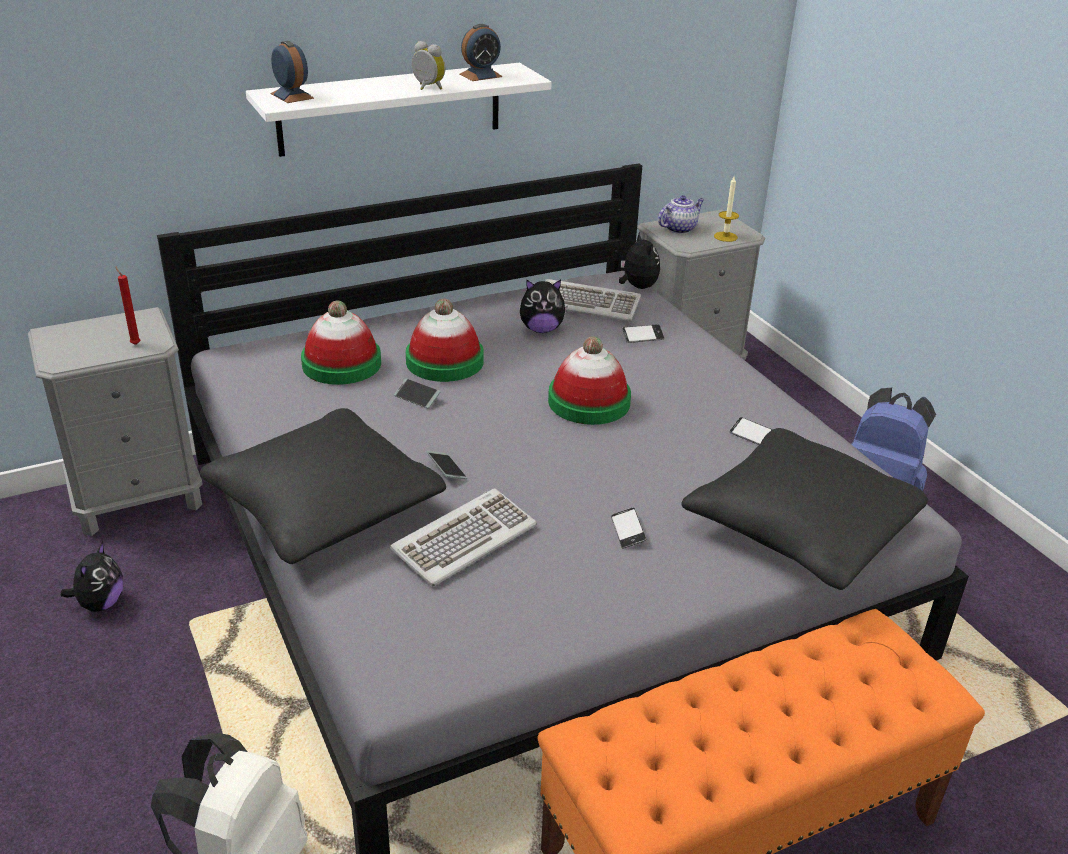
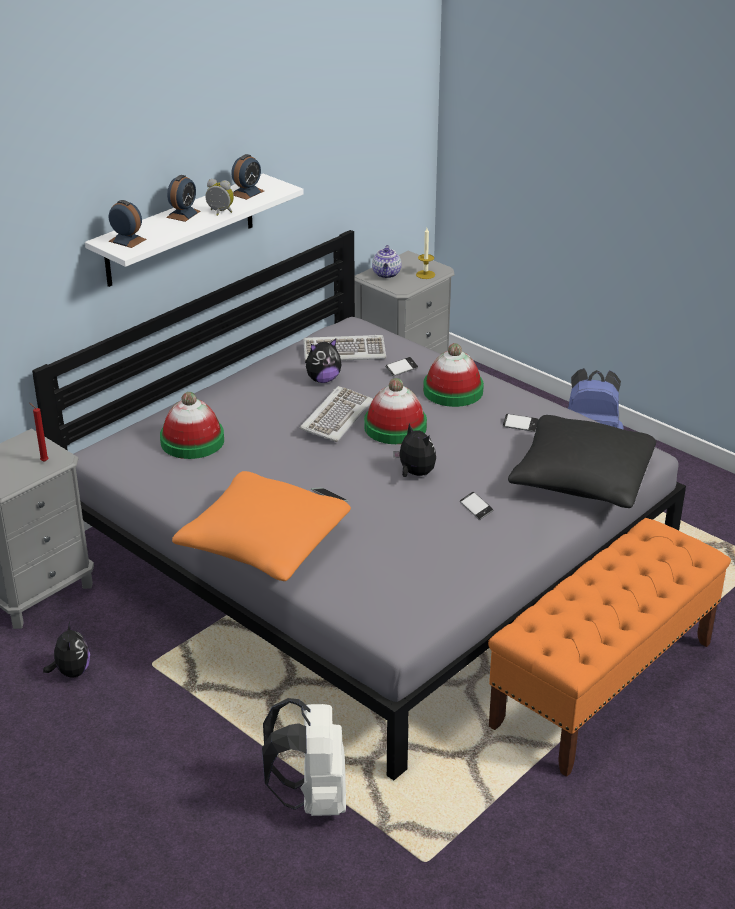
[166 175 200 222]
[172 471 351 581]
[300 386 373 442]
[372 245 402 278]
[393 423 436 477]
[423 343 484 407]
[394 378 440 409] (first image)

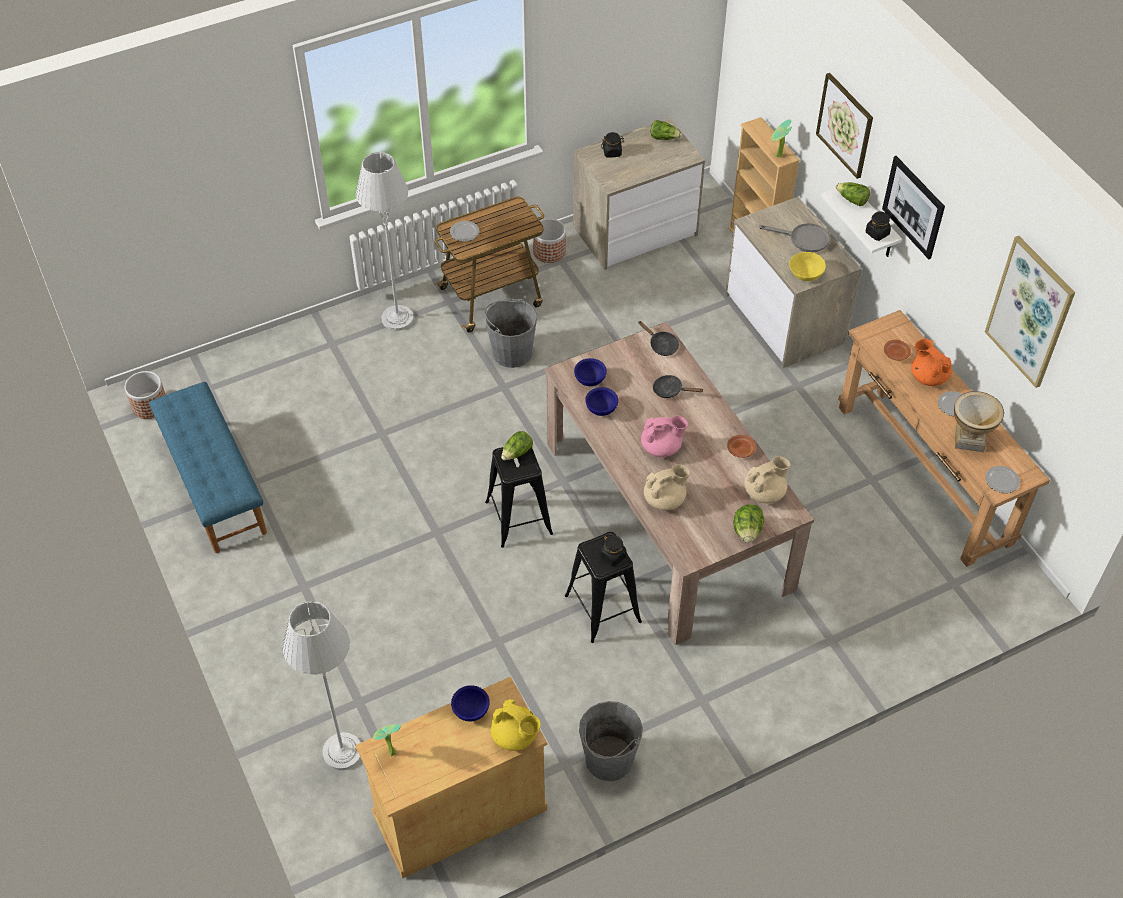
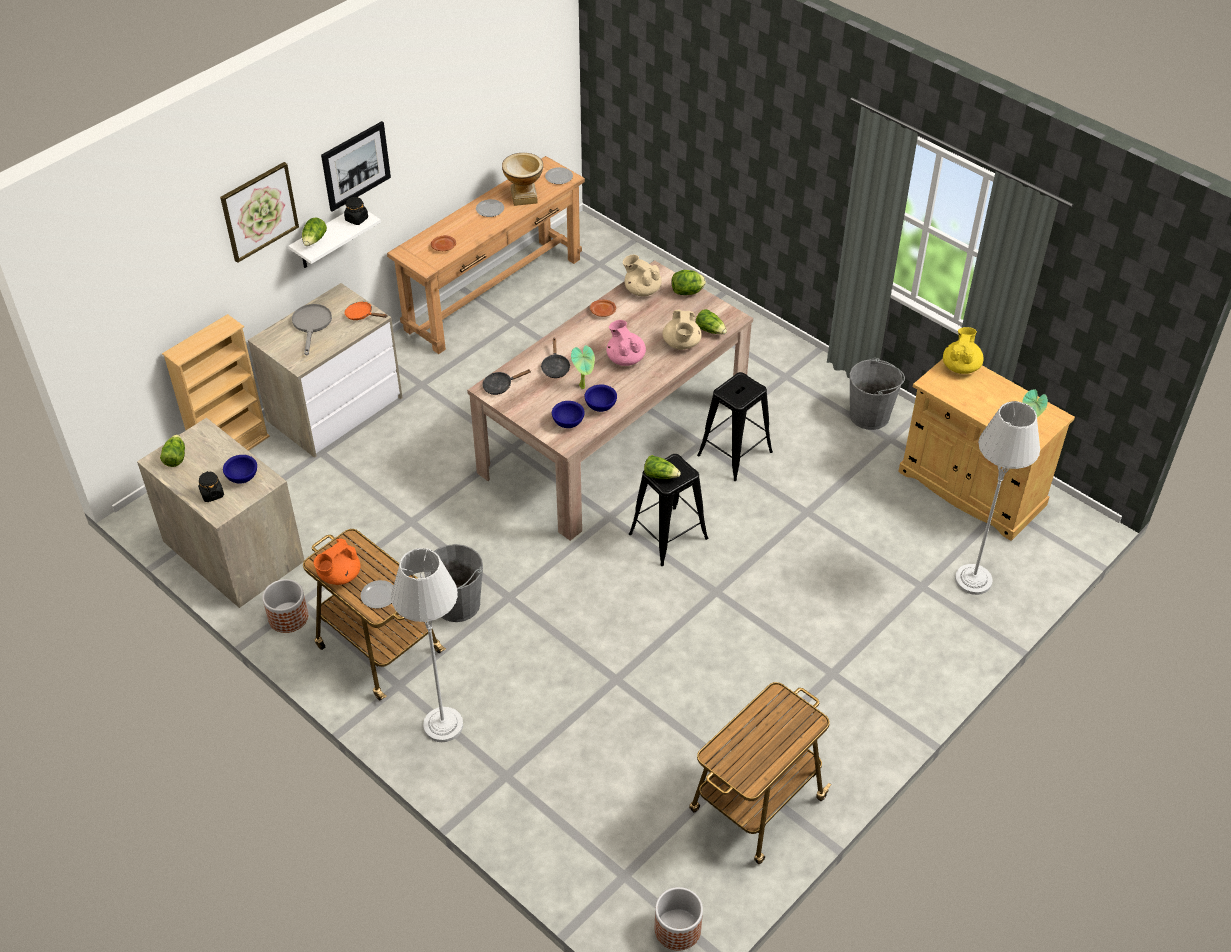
[223 455 257 484]
[314 538 360 585]
[345 302 388 320]
[482 369 531 395]
[571 345 595 389]
[662 309 701 350]
[689 682 831 864]
[696 309 727 334]
[600 535 626 566] (first image)
[985 236 1075 388] (first image)

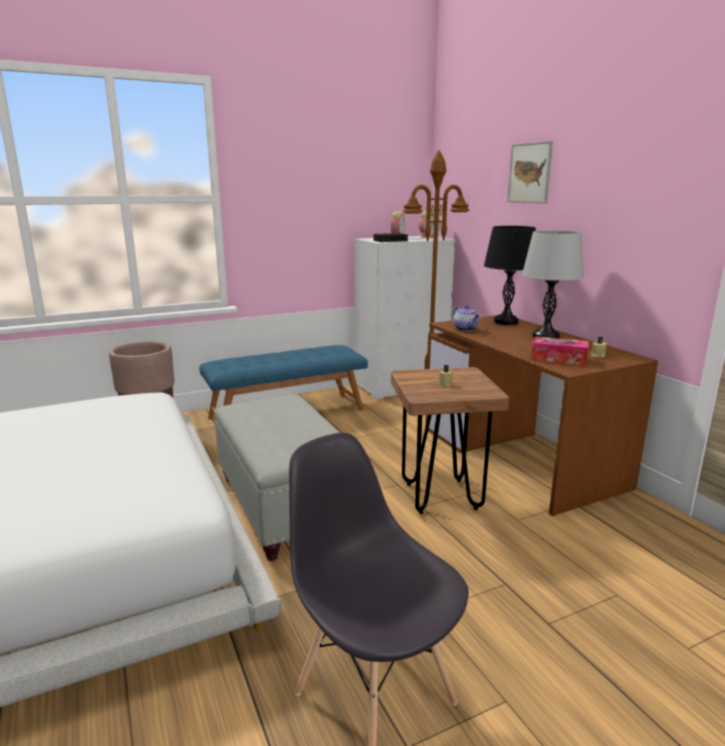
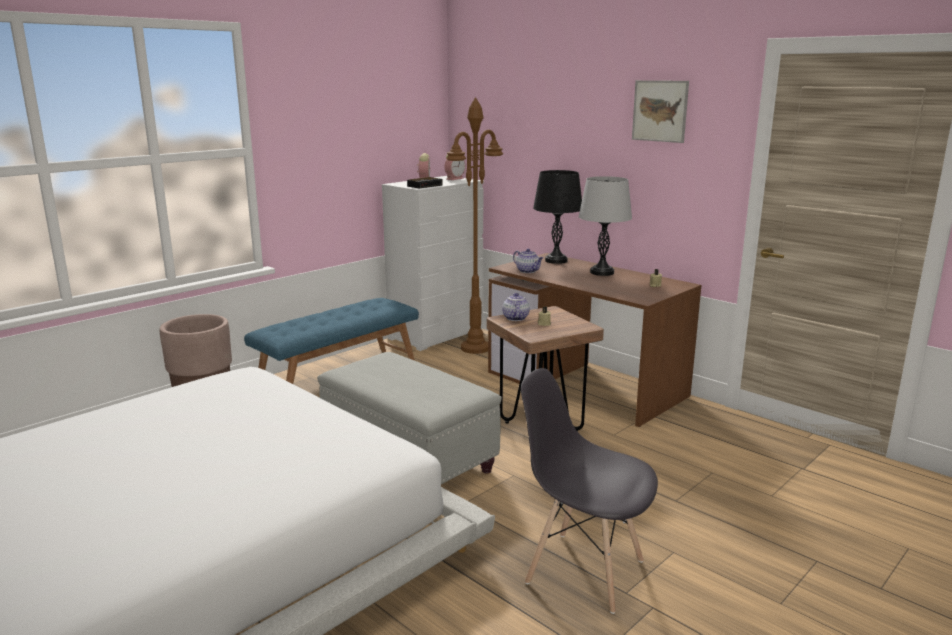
[502 293 530 321]
[632 80 689 143]
[531 336 589 366] (first image)

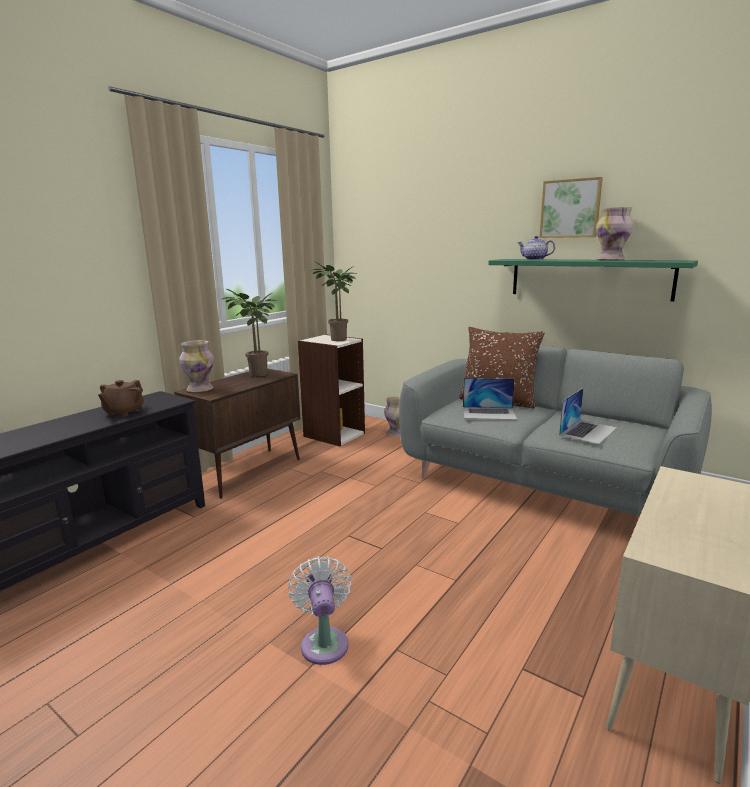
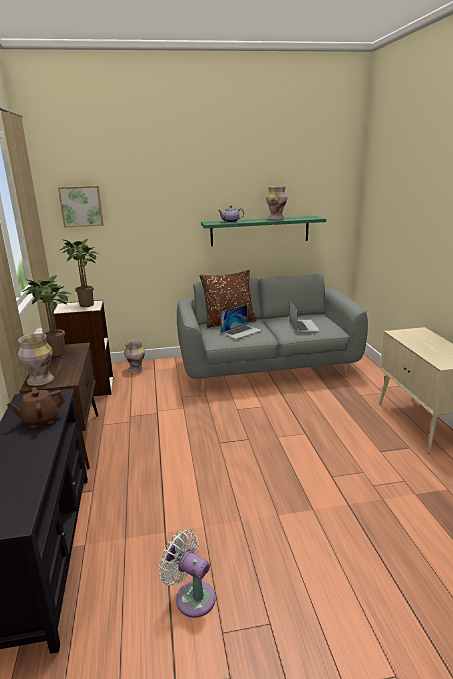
[7 387 65 428]
[58 186 103 228]
[159 529 216 618]

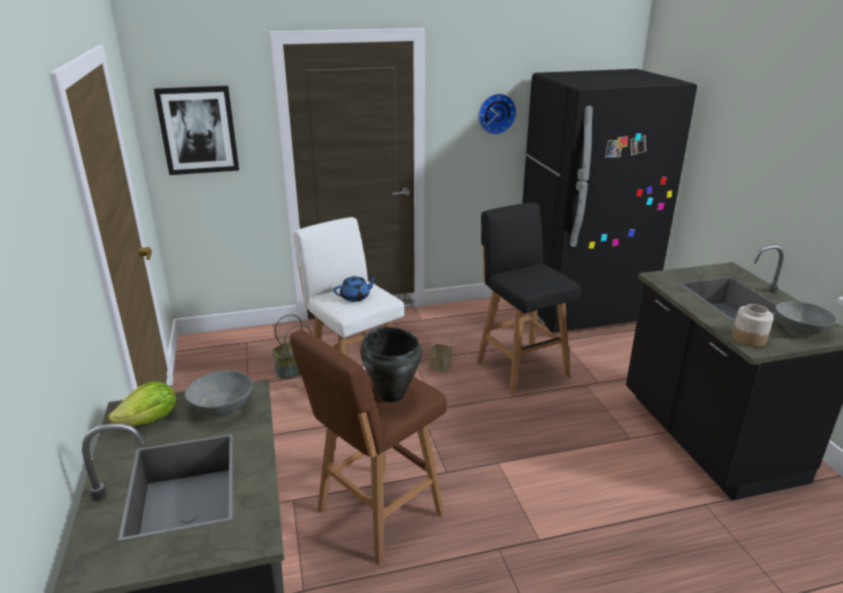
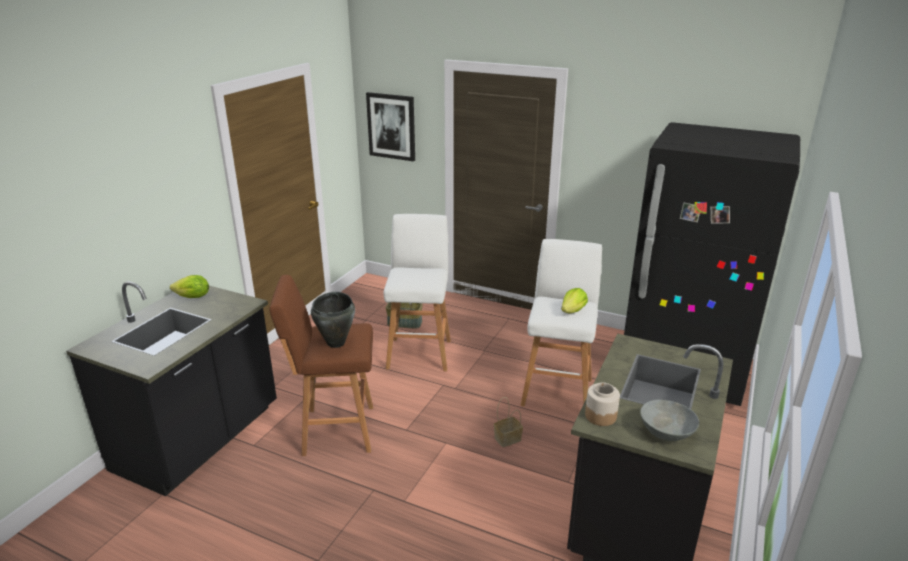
[494 397 523 447]
[520 239 602 406]
[561 288 588 313]
[185 370 253 417] (first image)
[334 276 378 302] (first image)
[478 93 517 135] (first image)

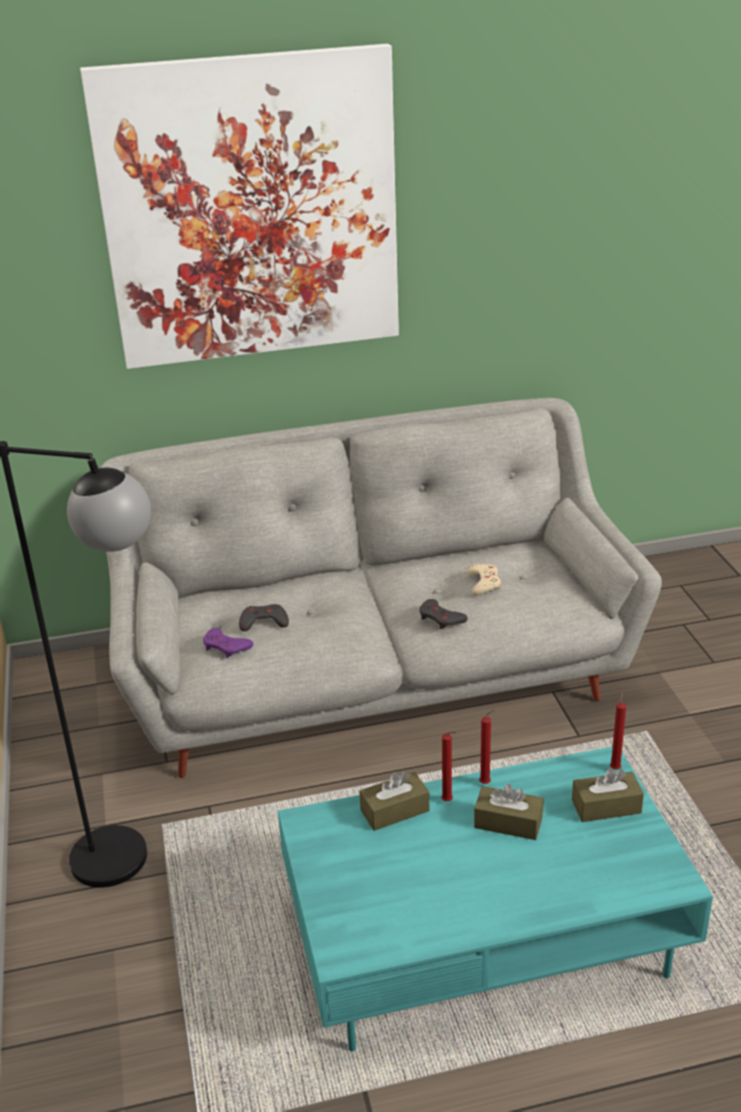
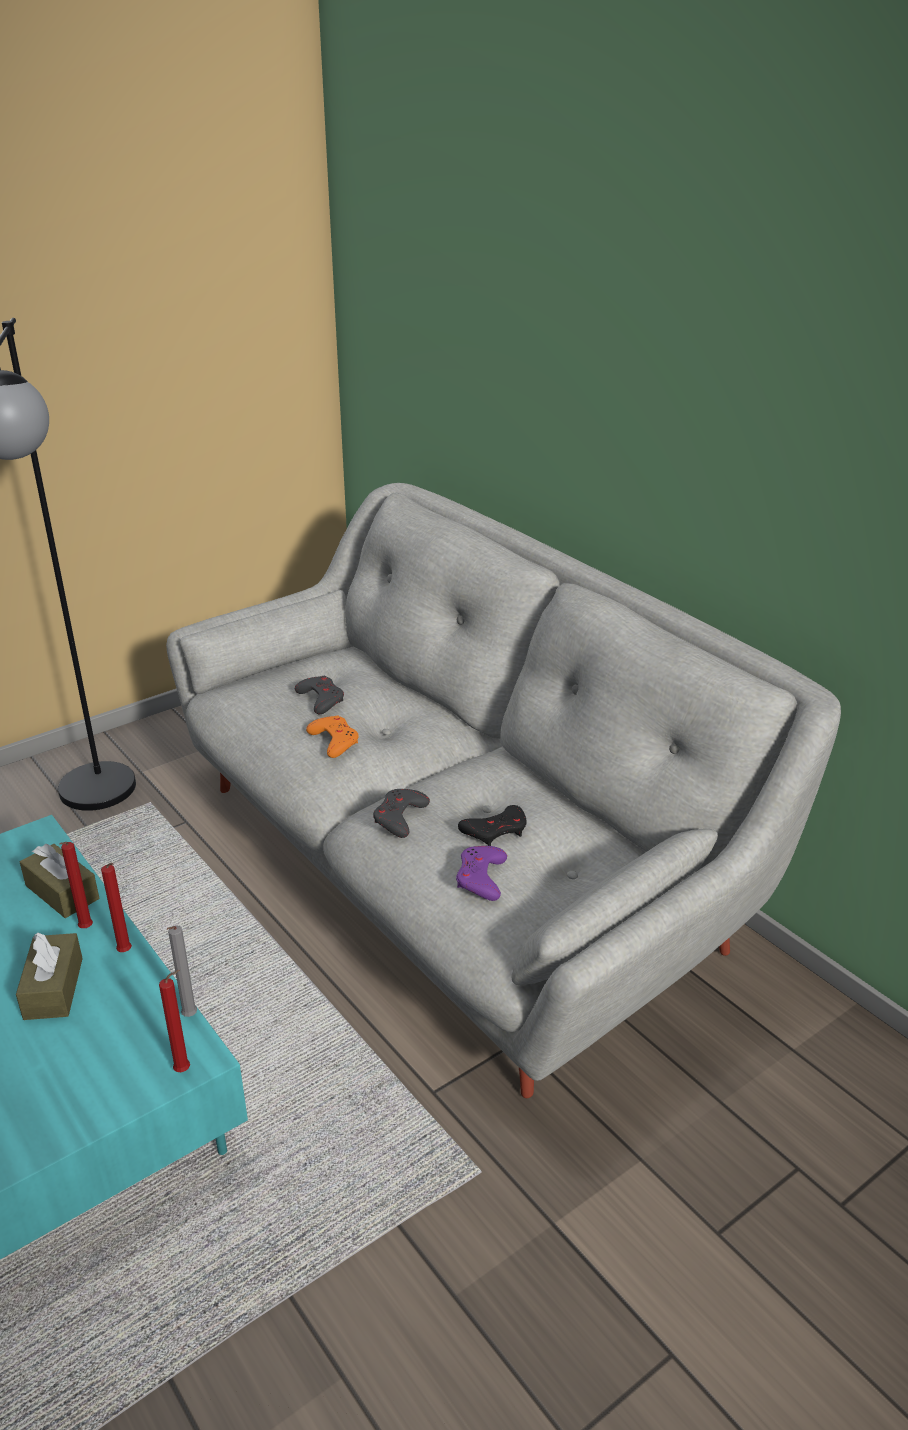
[167 926 197 1017]
[306 716 359 758]
[456 846 507 901]
[458 805 527 846]
[80 44 399 369] (first image)
[572 768 644 822] (first image)

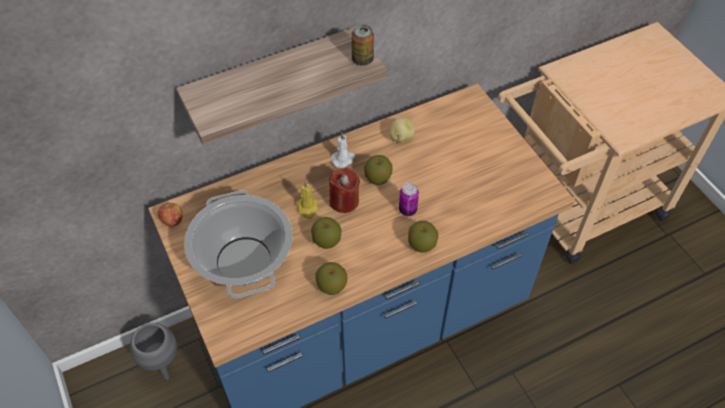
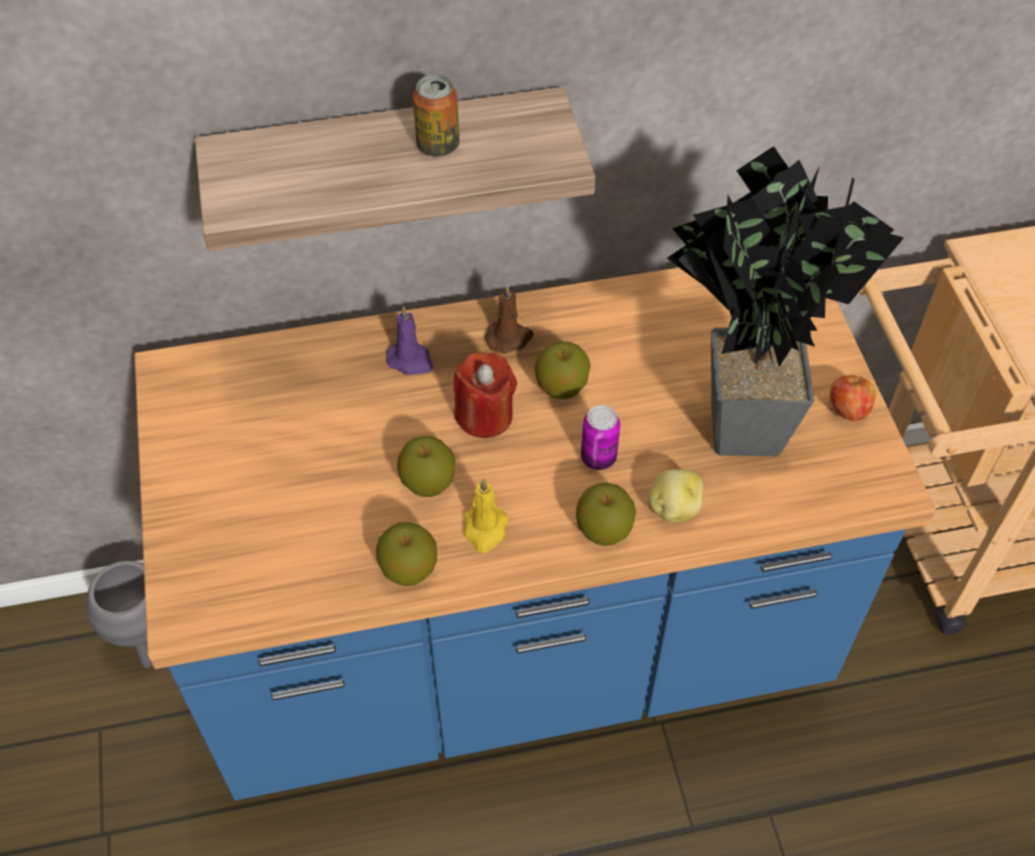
[386 306 433 375]
[413 74 459 157]
[464 478 509 553]
[485 284 533 353]
[649 469 703 523]
[667 146 904 456]
[830 375 876 421]
[184 190 293 298] (first image)

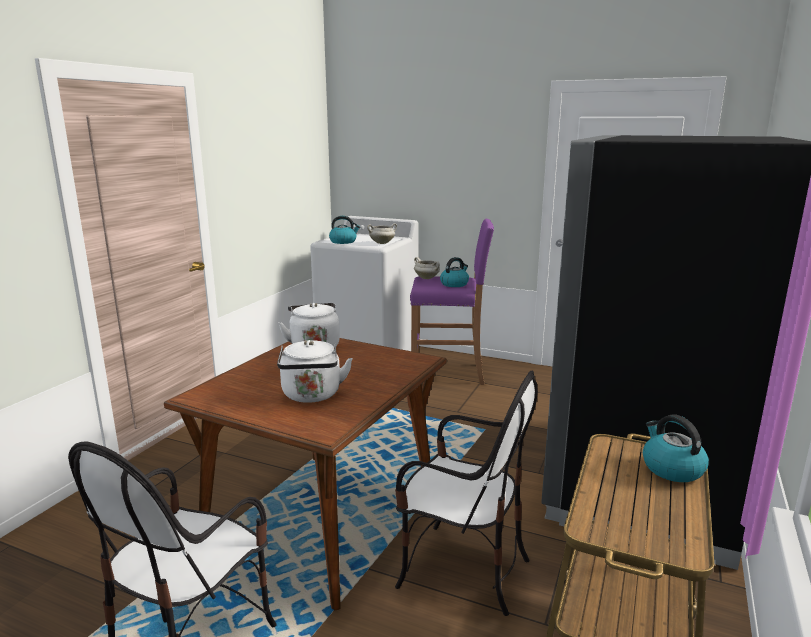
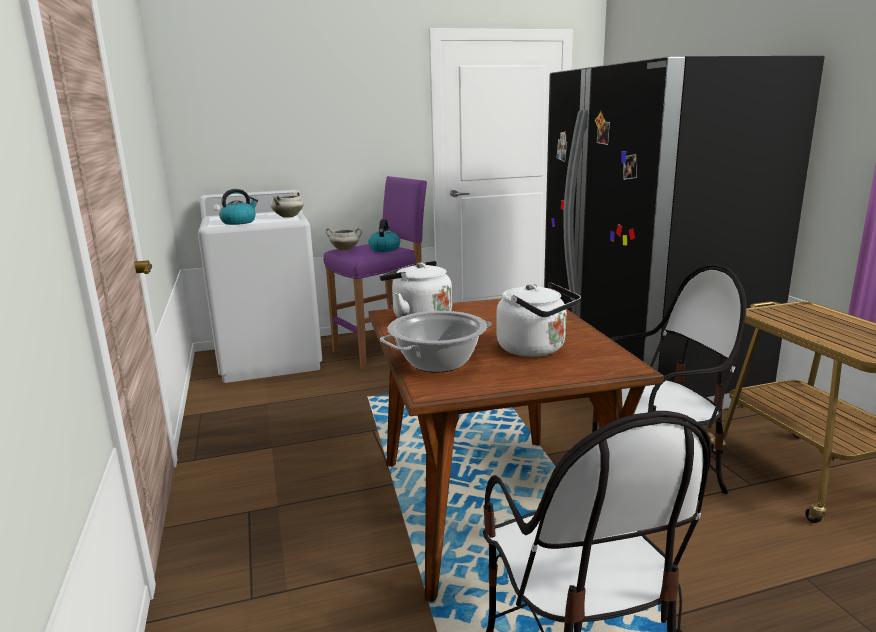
[380 311 492 372]
[643 415 709 482] (first image)

